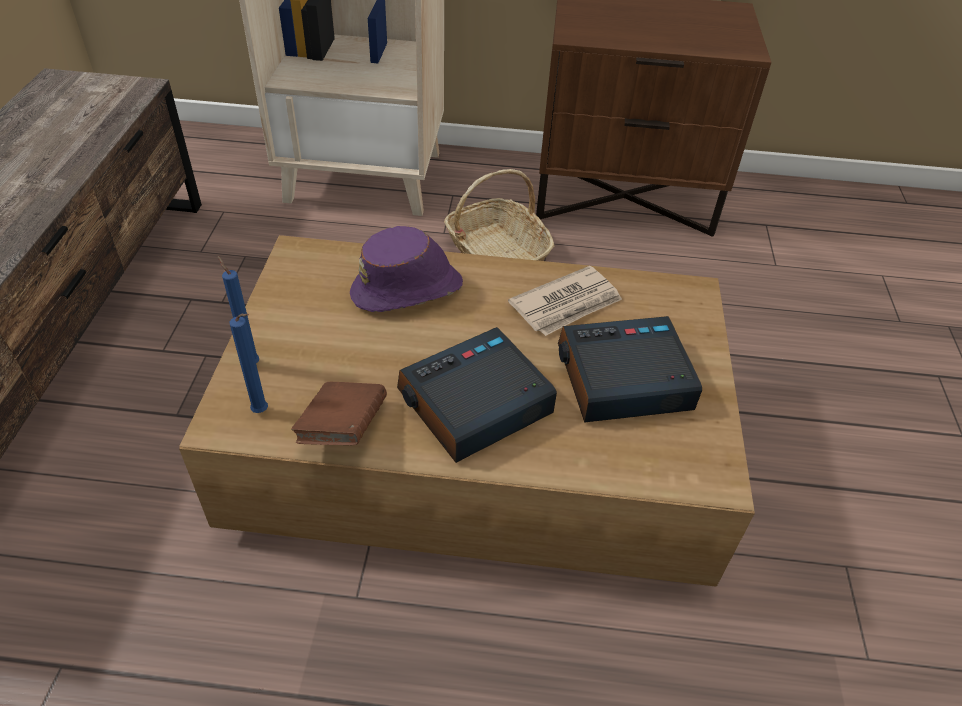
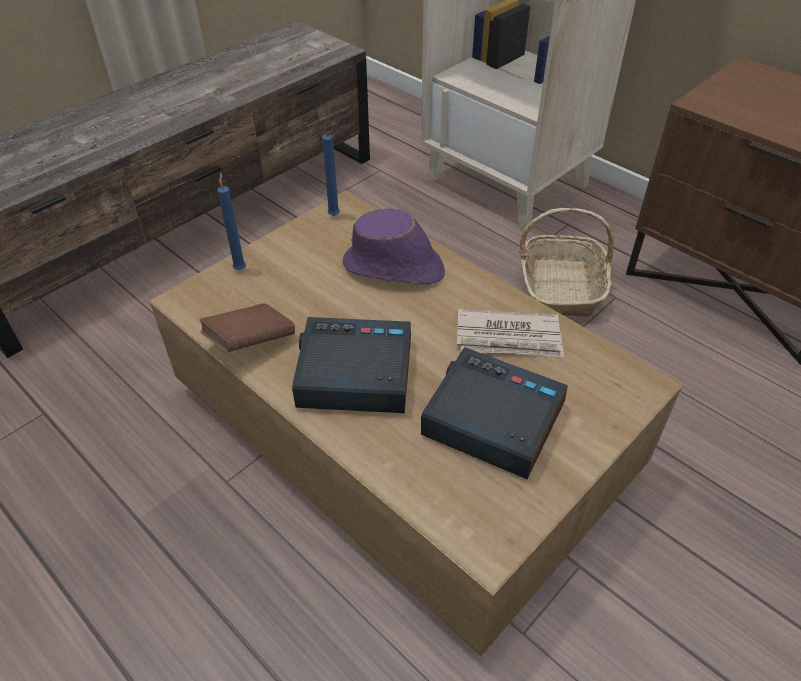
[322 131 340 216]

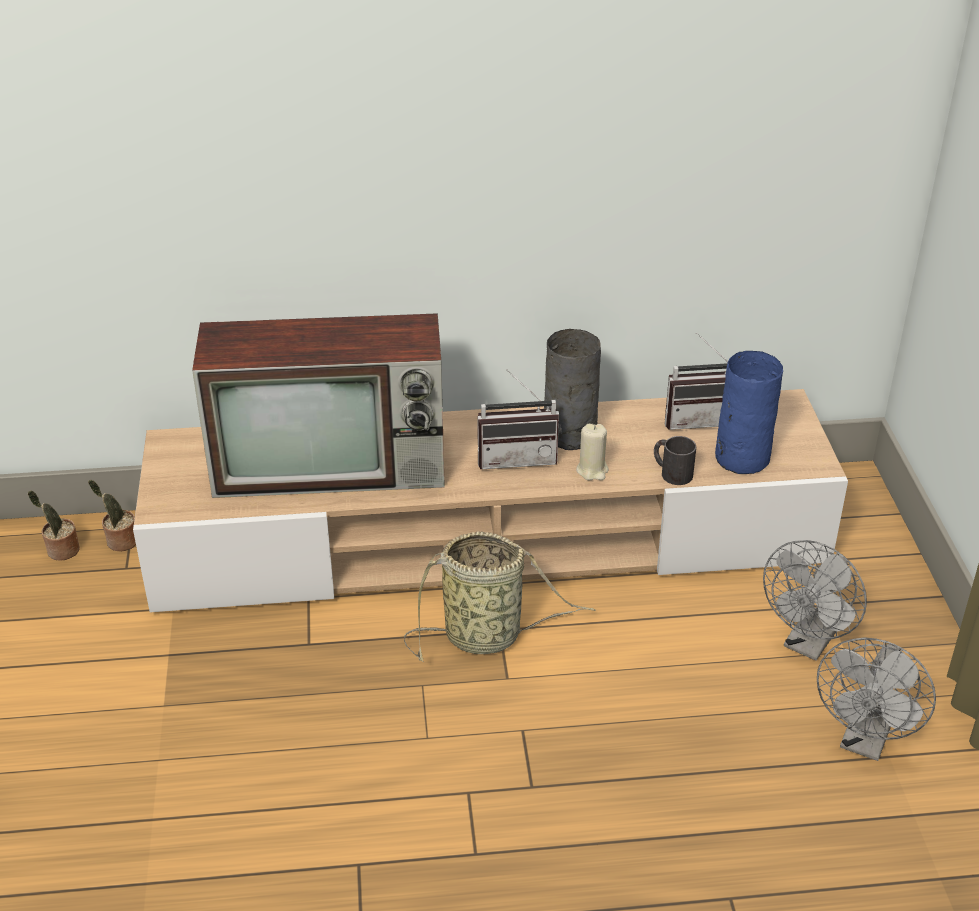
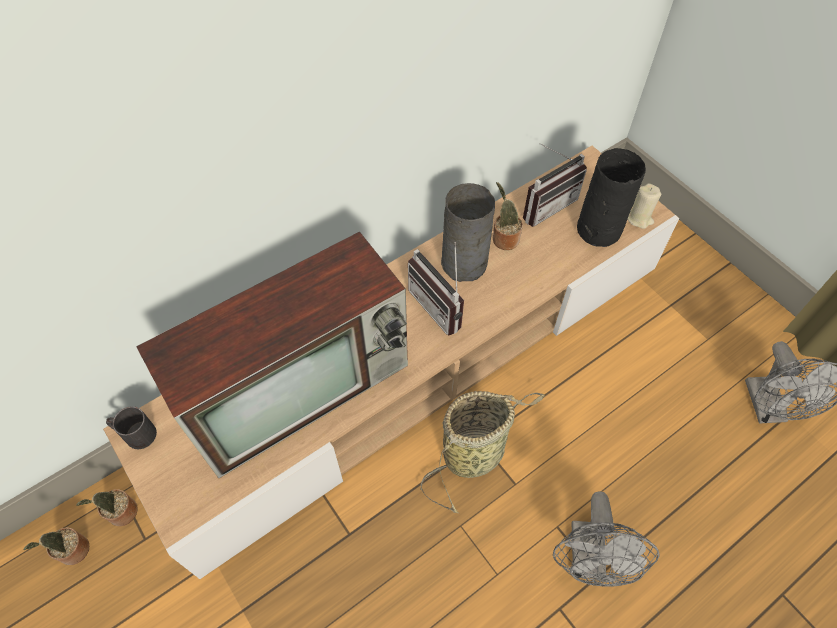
[106 406 157 449]
[408 242 464 335]
[493 182 523 250]
[553 492 659 587]
[577 148 646 247]
[628 184 661 229]

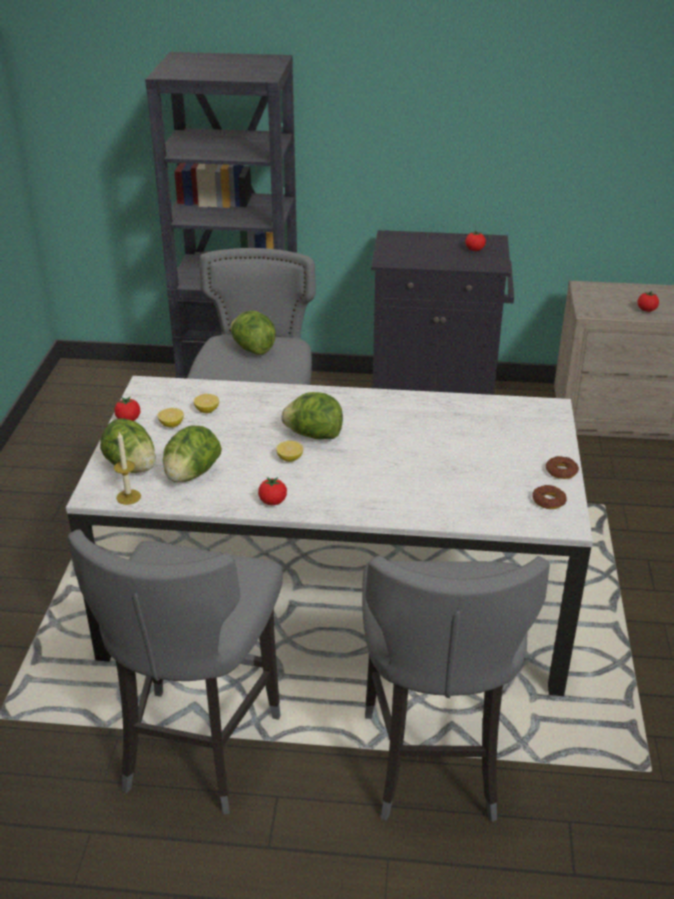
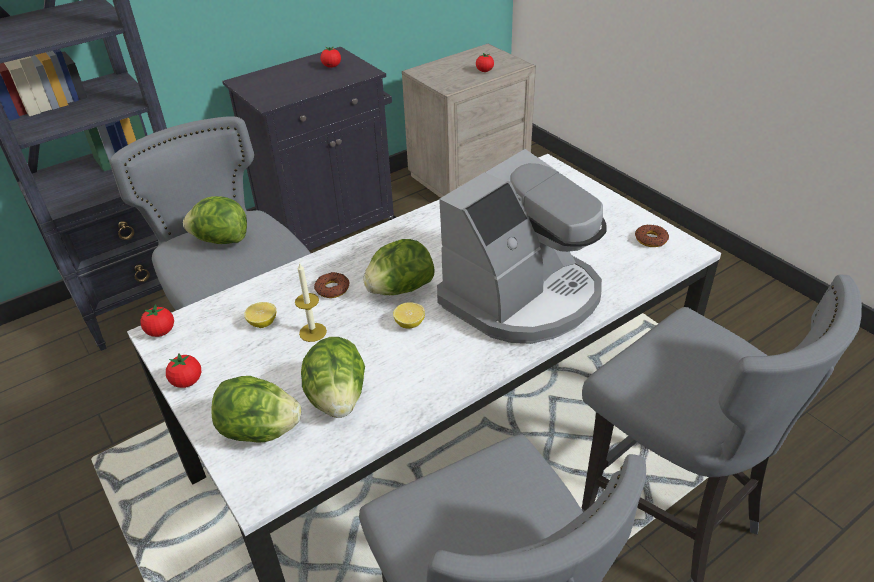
[141 304 174 337]
[295 262 327 342]
[314 272 349 298]
[437 149 607 344]
[158 408 184 428] (first image)

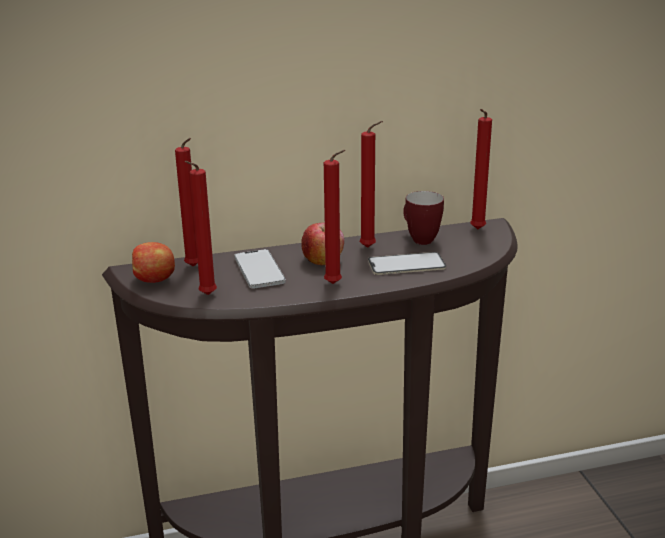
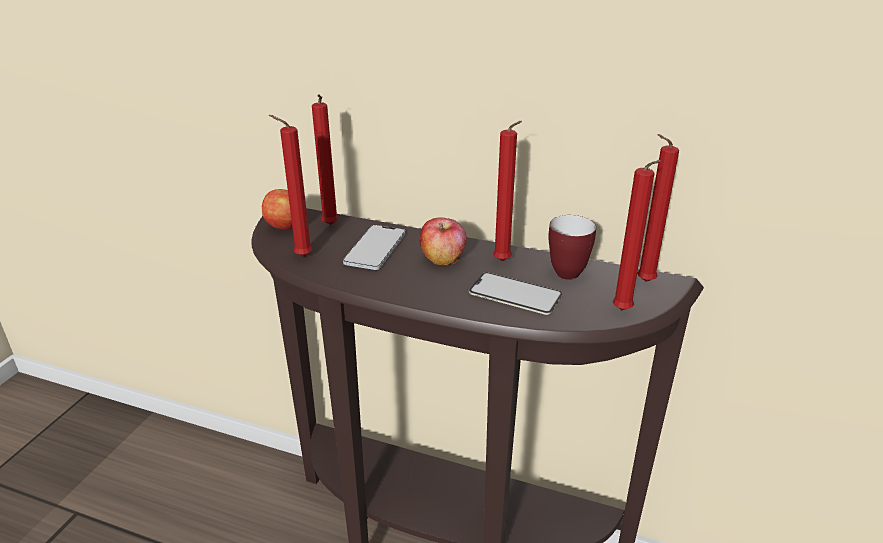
[612 160 661 310]

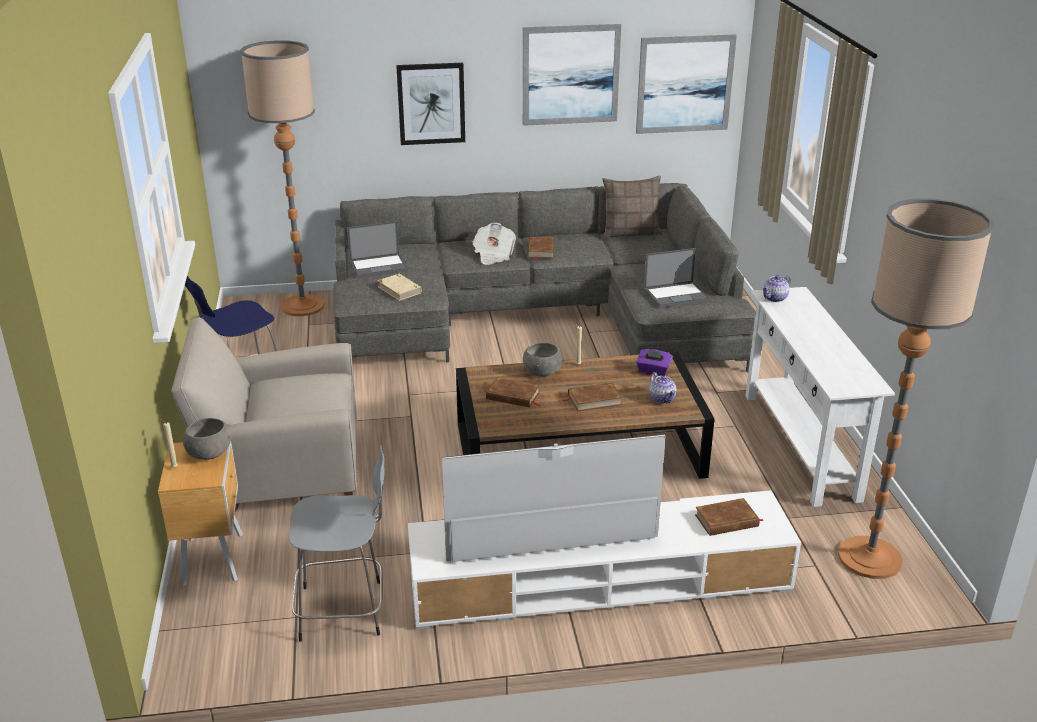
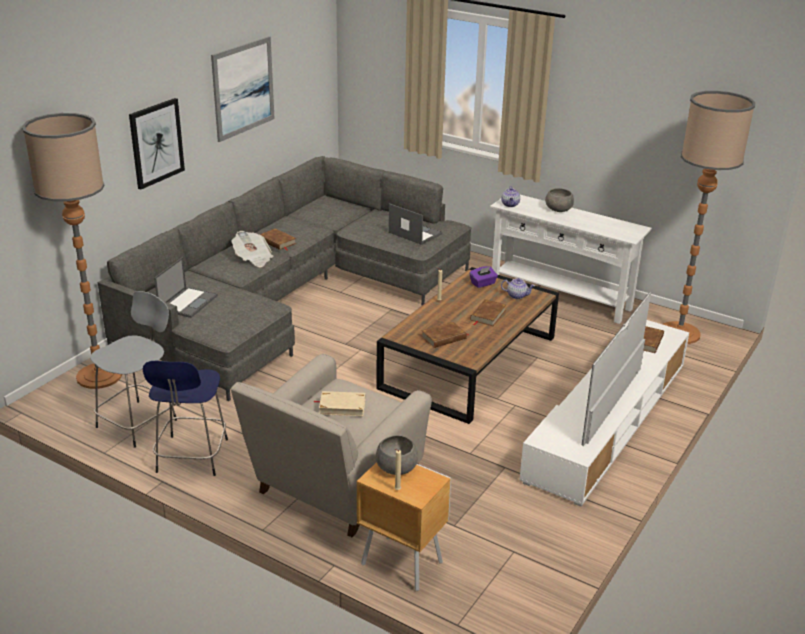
[90 291 177 448]
[314 391 365 416]
[389 203 442 245]
[545 188 574 212]
[602 176 662 238] (first image)
[636 34 737 134] (first image)

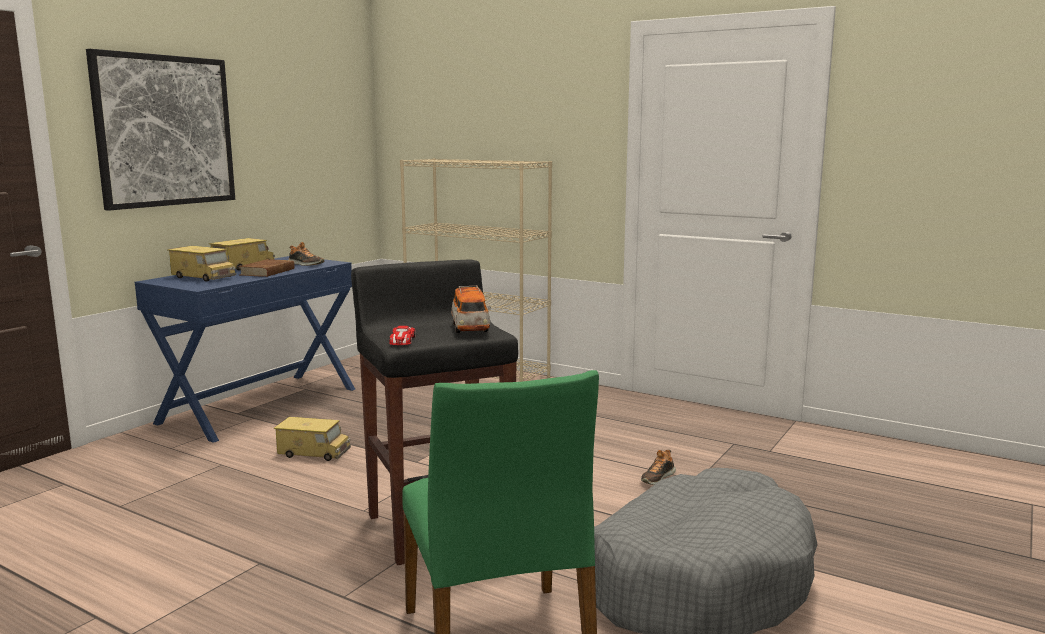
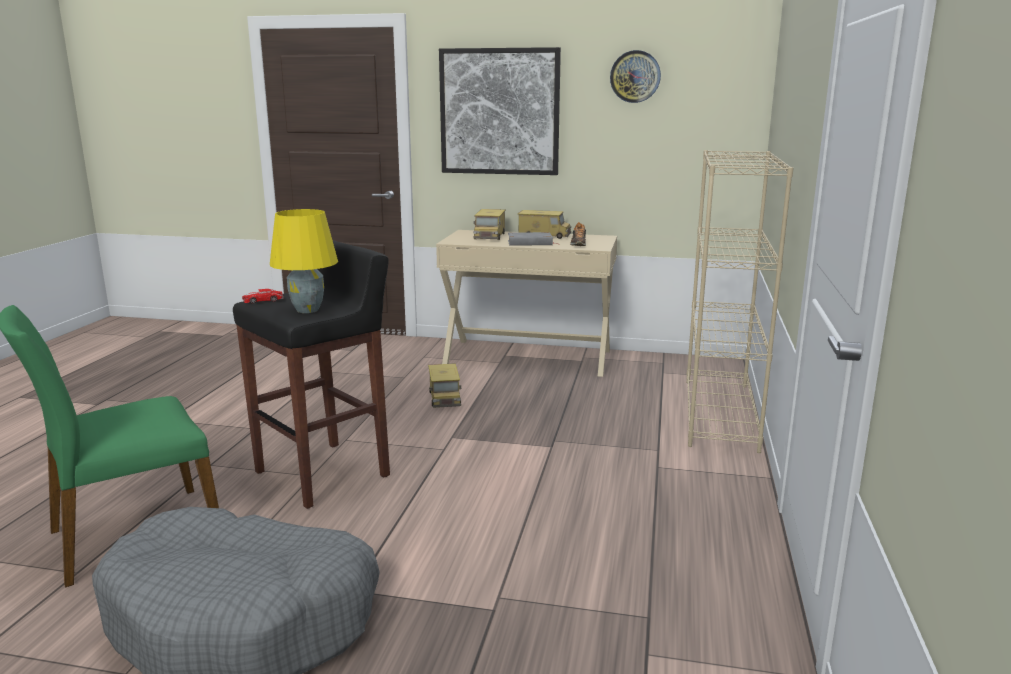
[270 209 338 313]
[436 230 617 377]
[508 232 557 246]
[610 50 661 103]
[641 450 676 485] (first image)

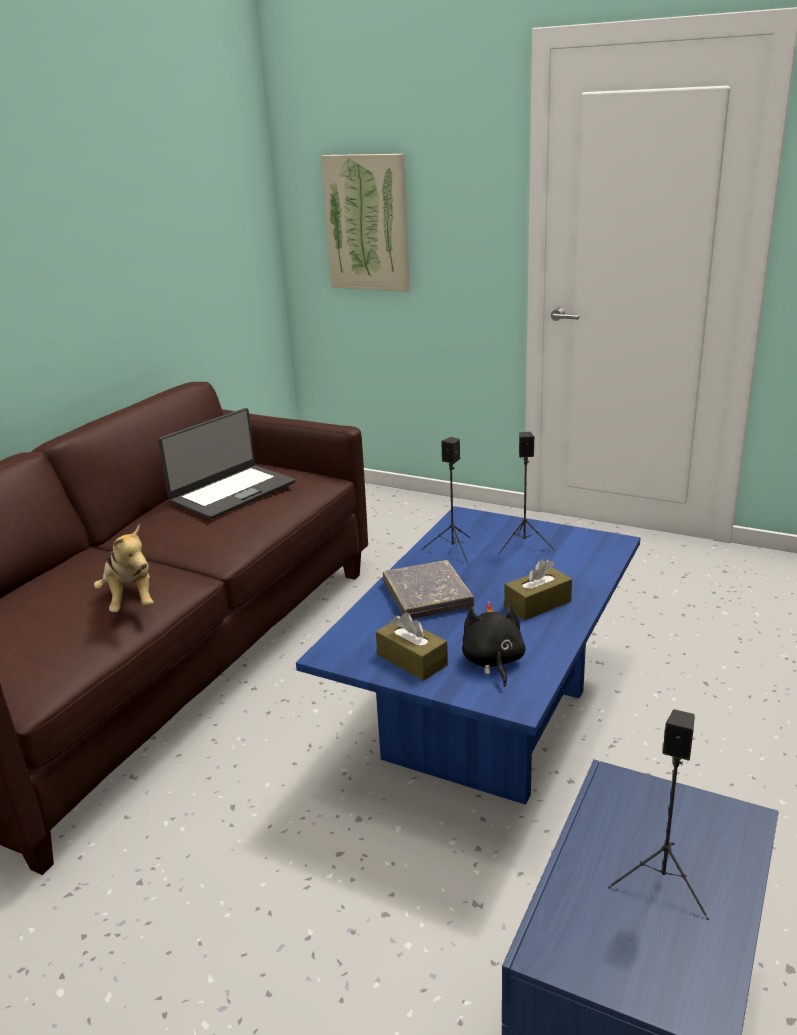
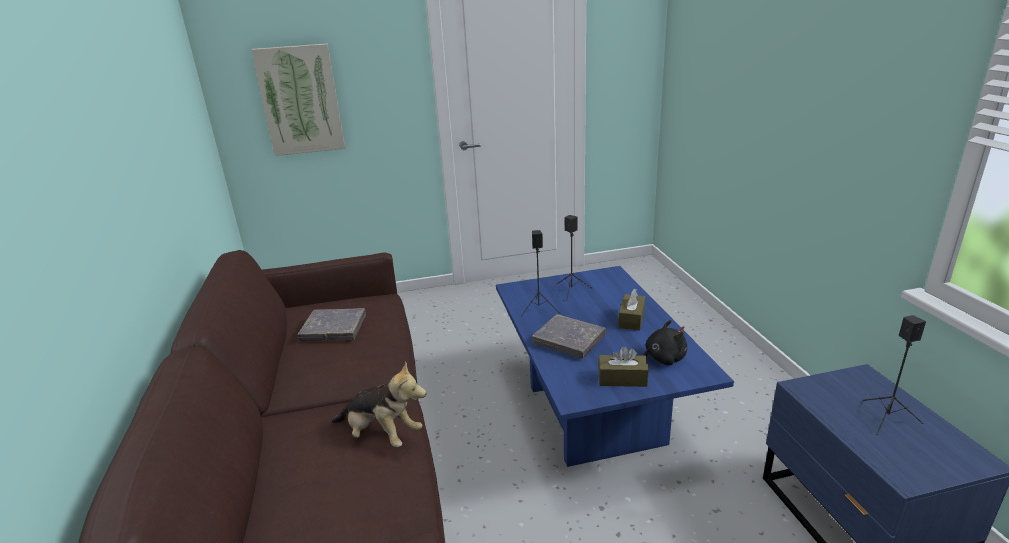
[298 308 366 342]
[642 320 687 365]

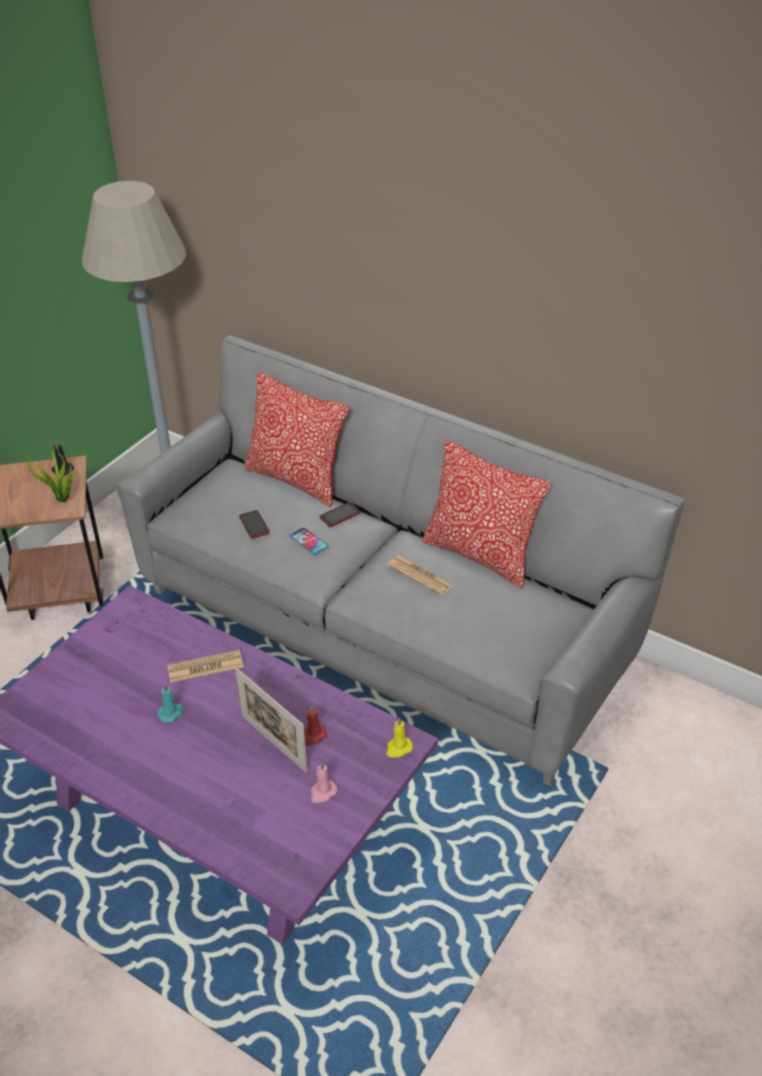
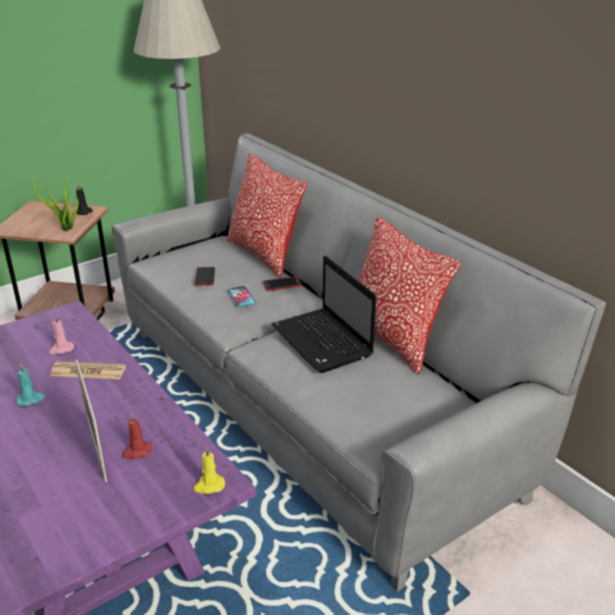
[49 315 74 354]
[272 255 376 373]

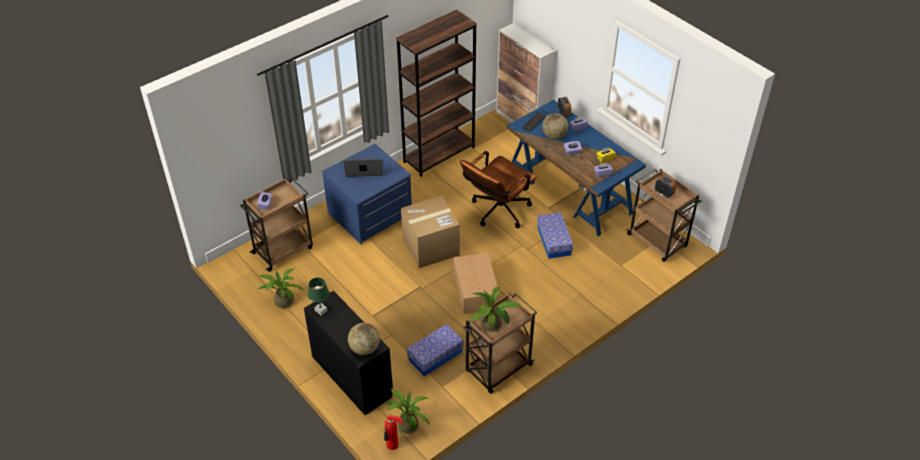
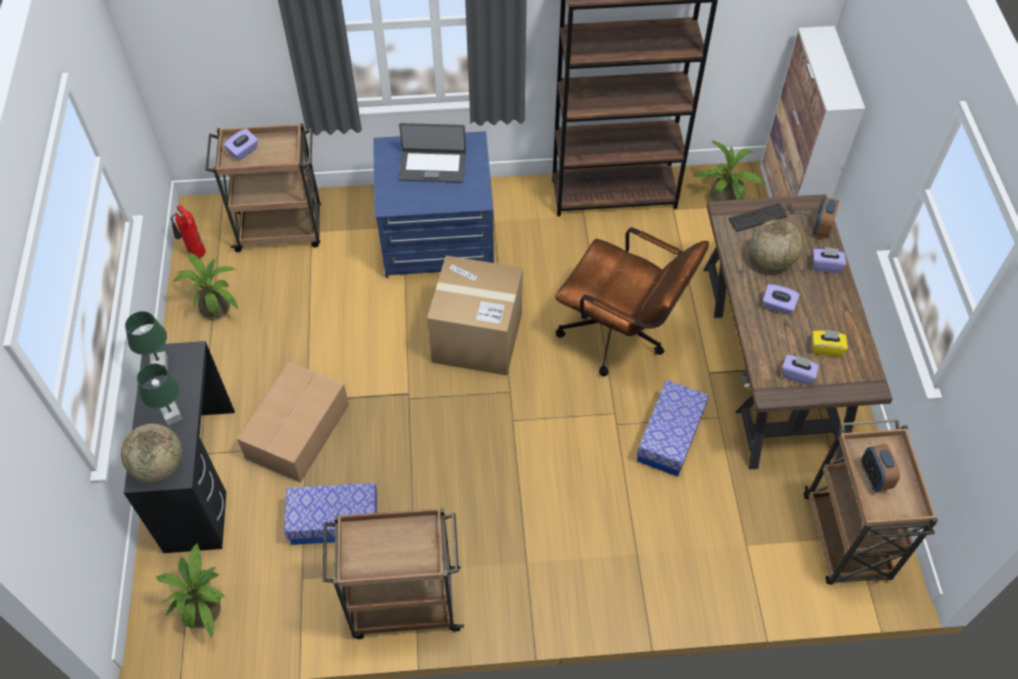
[137 364 183 425]
[171 205 206 258]
[237 362 349 483]
[399 123 466 183]
[555 228 709 376]
[694 140 766 201]
[703 194 893 470]

